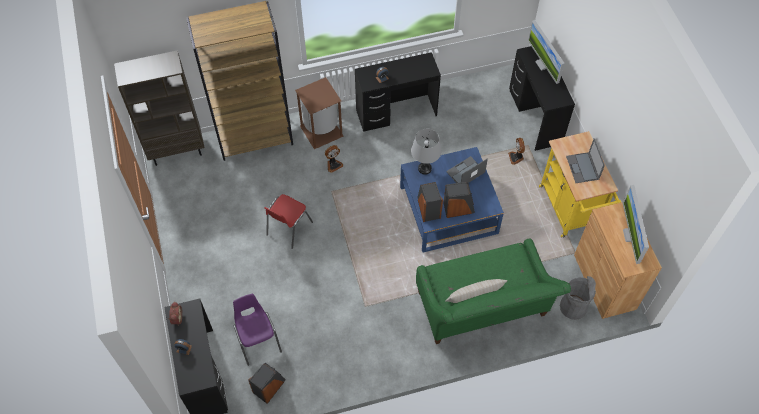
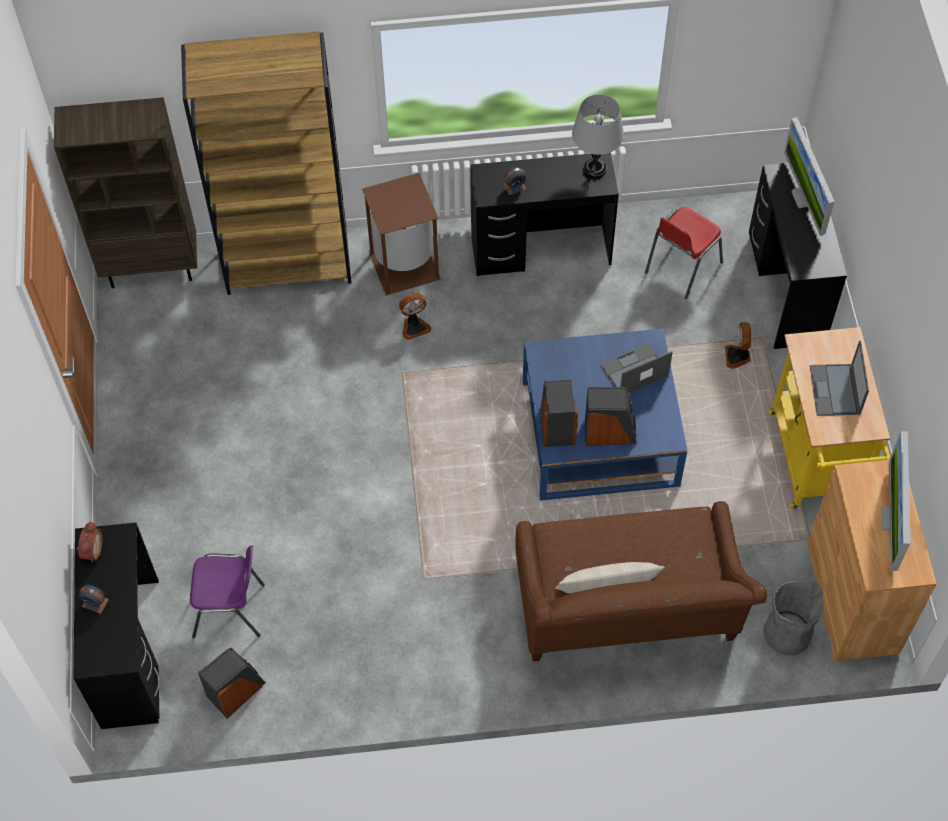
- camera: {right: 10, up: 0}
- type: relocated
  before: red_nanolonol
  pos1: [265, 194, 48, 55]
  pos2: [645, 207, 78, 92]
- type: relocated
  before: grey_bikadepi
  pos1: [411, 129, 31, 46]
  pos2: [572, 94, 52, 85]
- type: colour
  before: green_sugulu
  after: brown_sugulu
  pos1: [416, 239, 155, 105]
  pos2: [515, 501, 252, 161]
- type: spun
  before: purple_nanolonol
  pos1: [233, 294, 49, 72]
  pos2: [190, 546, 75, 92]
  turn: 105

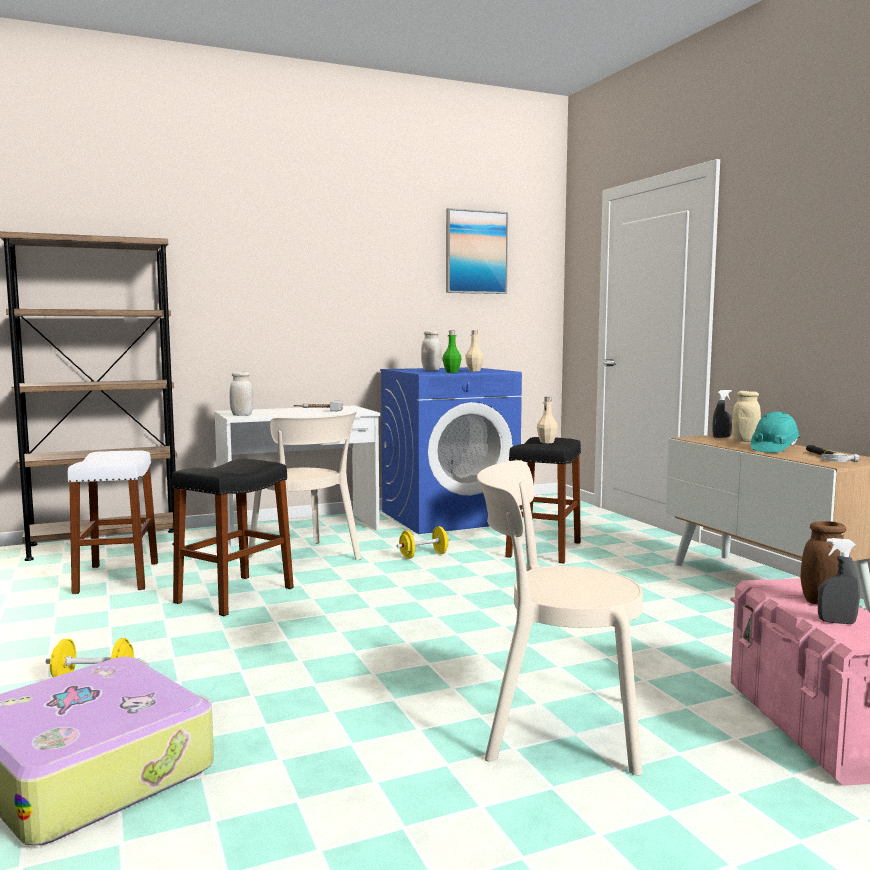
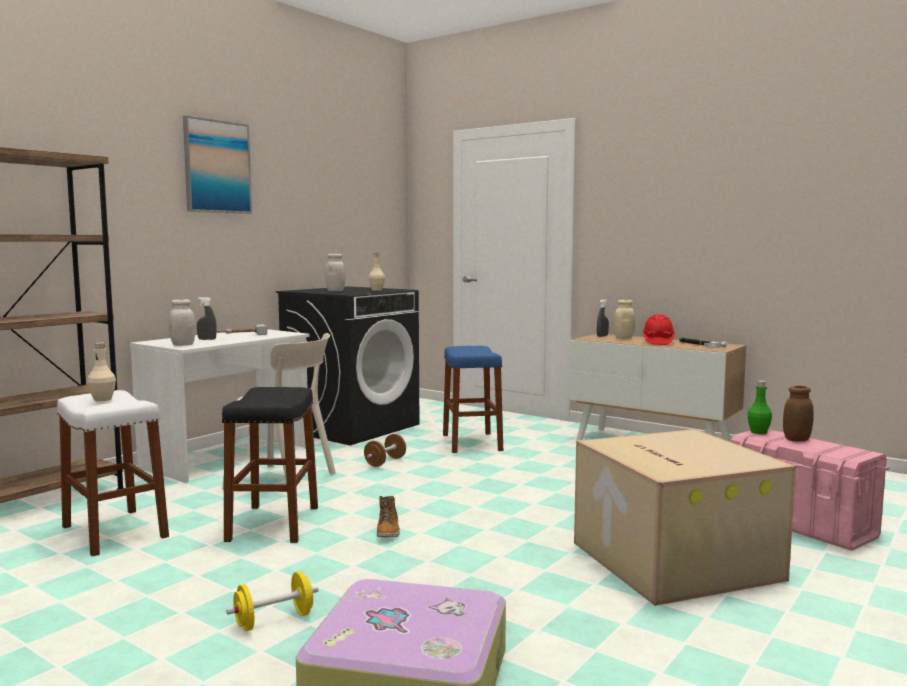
- camera: {right: -30, up: 0}
- type: appeared
  after: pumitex
  pos2: [377, 496, 23, 41]
- type: relocated
  before: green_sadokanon
  pos1: [443, 331, 19, 42]
  pos2: [748, 380, 24, 54]
- type: relocated
  before: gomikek
  pos1: [446, 208, 62, 86]
  pos2: [183, 115, 69, 99]
- type: relocated
  before: beige_sadokanon
  pos1: [537, 397, 21, 46]
  pos2: [87, 342, 29, 59]
- type: relocated
  before: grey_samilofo
  pos1: [818, 538, 42, 86]
  pos2: [197, 297, 20, 43]
- type: exchanged
  before: beige_nanolonol
  after: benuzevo
  pos1: [477, 460, 166, 316]
  pos2: [574, 429, 222, 177]
- type: colour
  before: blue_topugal
  after: black_topugal
  pos1: [380, 367, 142, 167]
  pos2: [276, 286, 143, 160]
- type: colour
  before: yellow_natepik
  after: brown_natepik
  pos1: [397, 526, 53, 33]
  pos2: [364, 434, 42, 33]
- type: colour
  before: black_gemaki
  after: blue_gemaki
  pos1: [505, 437, 76, 127]
  pos2: [443, 346, 60, 107]
- type: colour
  before: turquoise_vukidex
  after: red_vukidex
  pos1: [751, 412, 50, 41]
  pos2: [642, 314, 33, 31]

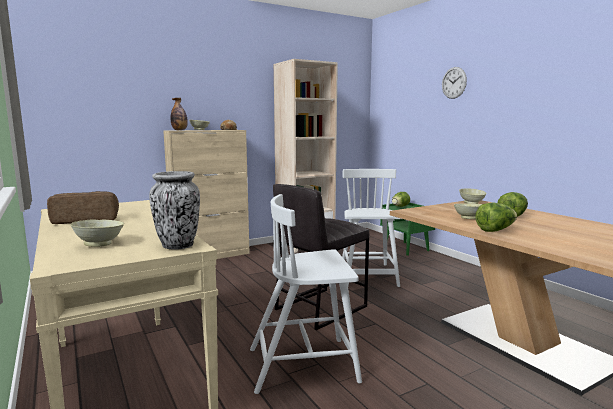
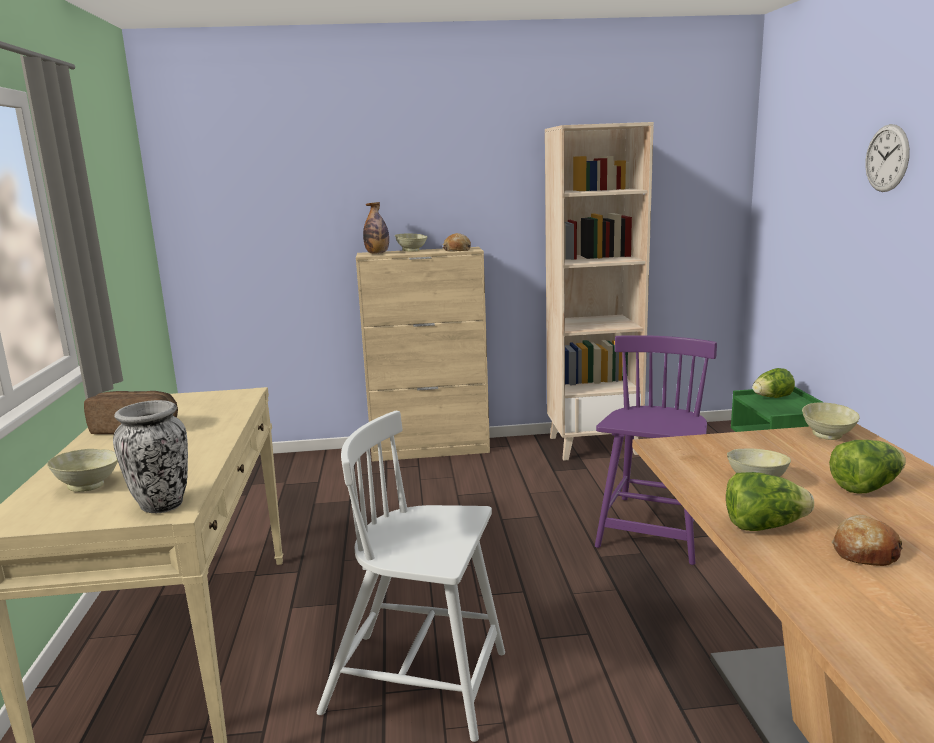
- camera: {right: 25, up: 5}
- type: missing
  before: grey_gemaki
  pos1: [273, 184, 96, 146]
- type: appeared
  after: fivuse
  pos2: [832, 515, 71, 51]
- type: colour
  before: white_nanolonol
  after: purple_nanolonol
  pos1: [342, 169, 59, 118]
  pos2: [595, 335, 122, 230]

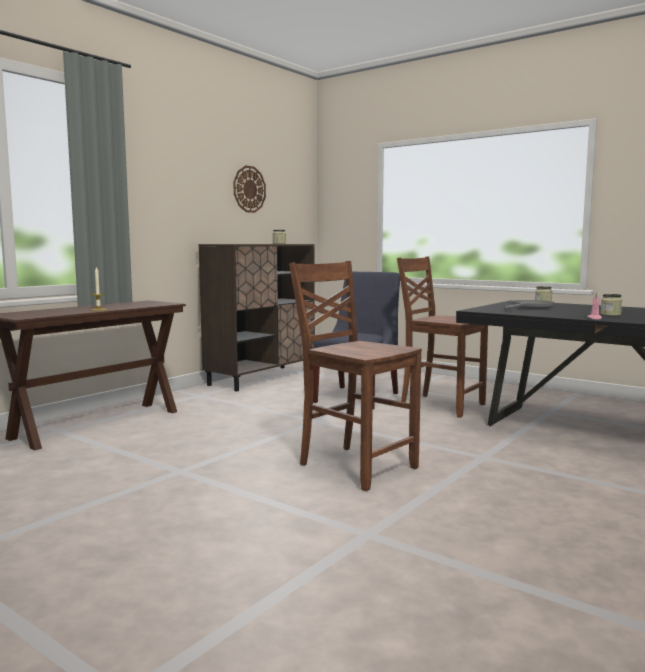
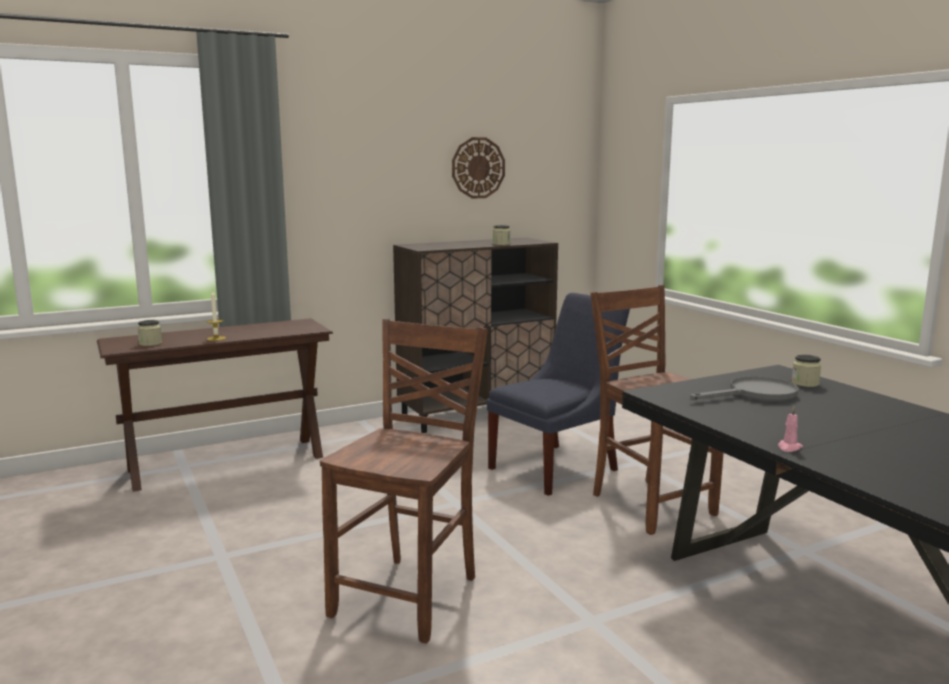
- camera: {right: 25, up: 5}
- type: relocated
  before: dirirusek
  pos1: [600, 294, 22, 22]
  pos2: [137, 320, 25, 26]
- type: spun
  before: brown_nanolonol
  pos1: [289, 261, 133, 230]
  pos2: [320, 319, 168, 325]
  turn: 45

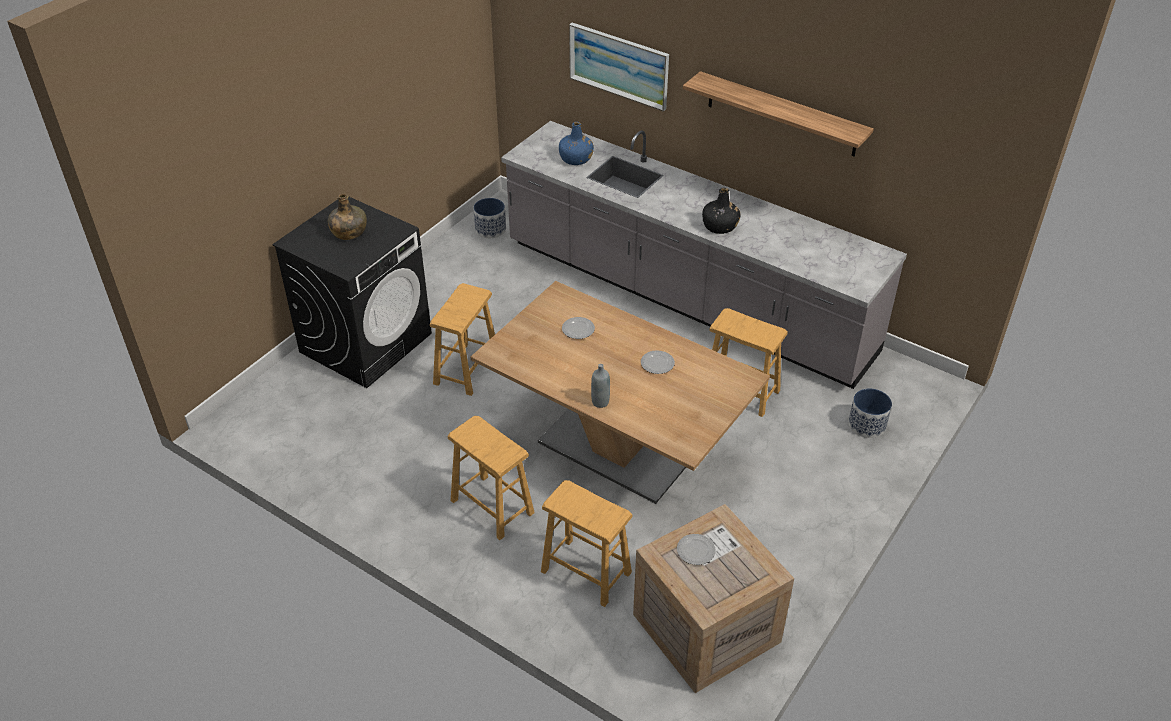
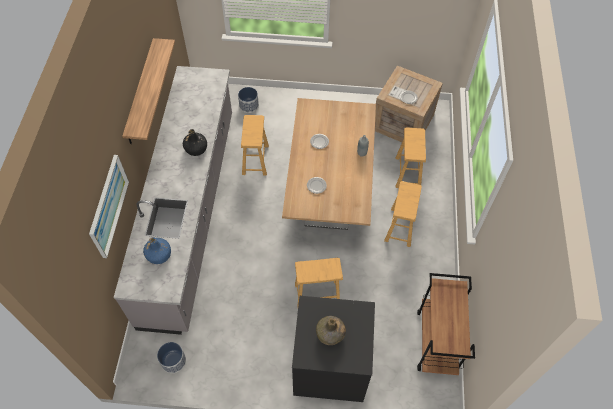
- camera: {right: -120, up: 15}
- type: appeared
  after: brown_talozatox
  pos2: [417, 273, 58, 102]

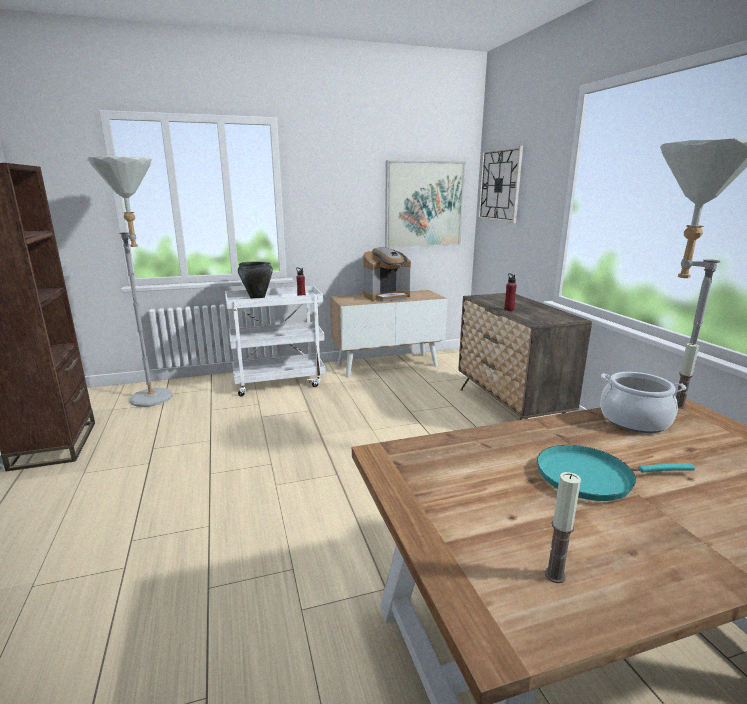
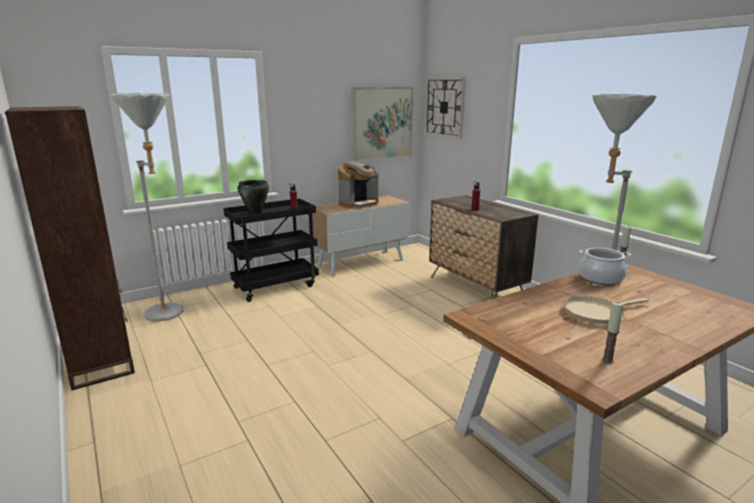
- camera: {right: -15, up: 0}
- type: colour
  before: white_talozatox
  after: black_talozatox
  pos1: [225, 286, 101, 110]
  pos2: [223, 198, 96, 104]
- type: colour
  before: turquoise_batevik
  after: beige_batevik
  pos1: [537, 445, 158, 56]
  pos2: [563, 296, 86, 28]

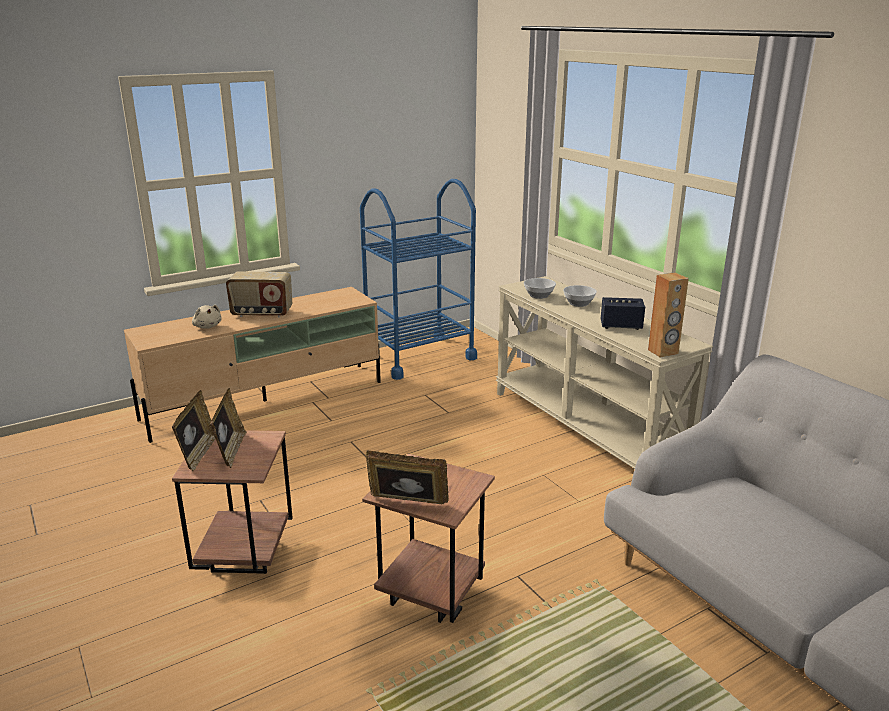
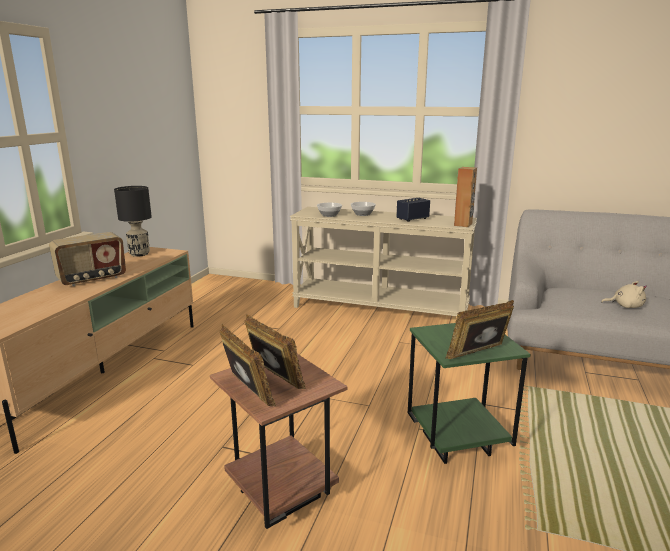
- camera: {right: -40, up: -5}
- type: missing
  before: blue_talozatox
  pos1: [360, 179, 117, 201]
- type: appeared
  after: black_bikadepi
  pos2: [114, 186, 38, 71]
- type: relocated
  before: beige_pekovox
  pos1: [192, 305, 30, 24]
  pos2: [601, 281, 46, 27]
- type: colour
  before: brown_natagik
  after: green_natagik
  pos1: [362, 454, 133, 169]
  pos2: [408, 323, 123, 141]

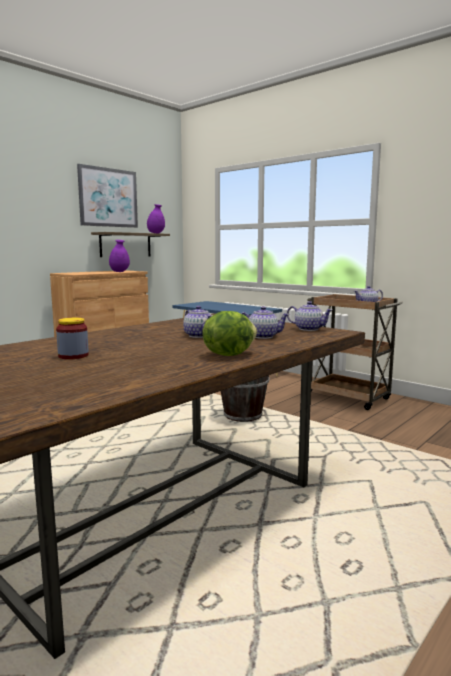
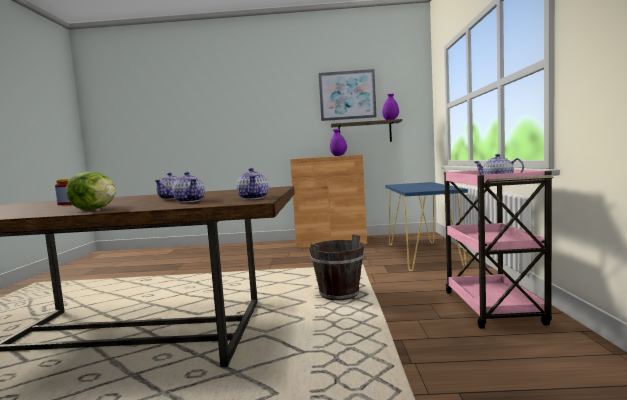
- camera: {right: 50, up: -5}
- type: colour
  before: brown_talozatox
  after: pink_talozatox
  pos1: [307, 294, 96, 116]
  pos2: [444, 169, 109, 160]

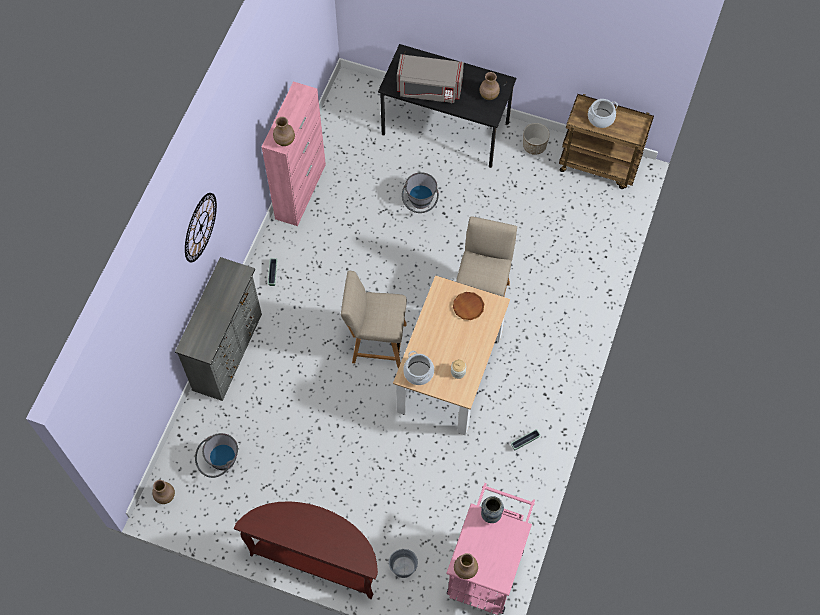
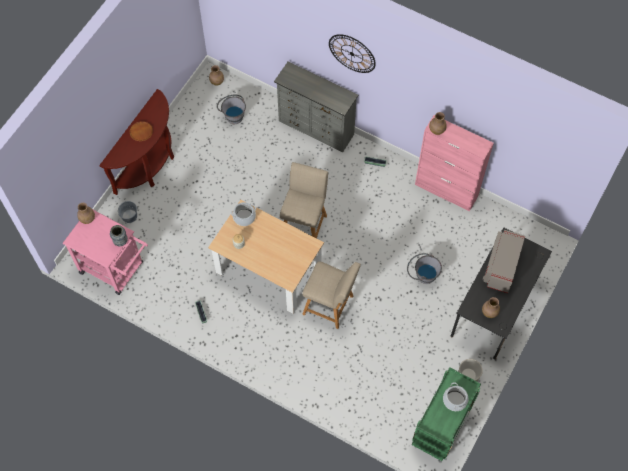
- camera: {right: 100, up: 0}
- type: relocated
  before: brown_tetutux
  pos1: [453, 292, 31, 28]
  pos2: [129, 121, 24, 20]
- type: colour
  before: brown_talozatox
  after: green_talozatox
  pos1: [559, 94, 95, 95]
  pos2: [412, 367, 69, 94]

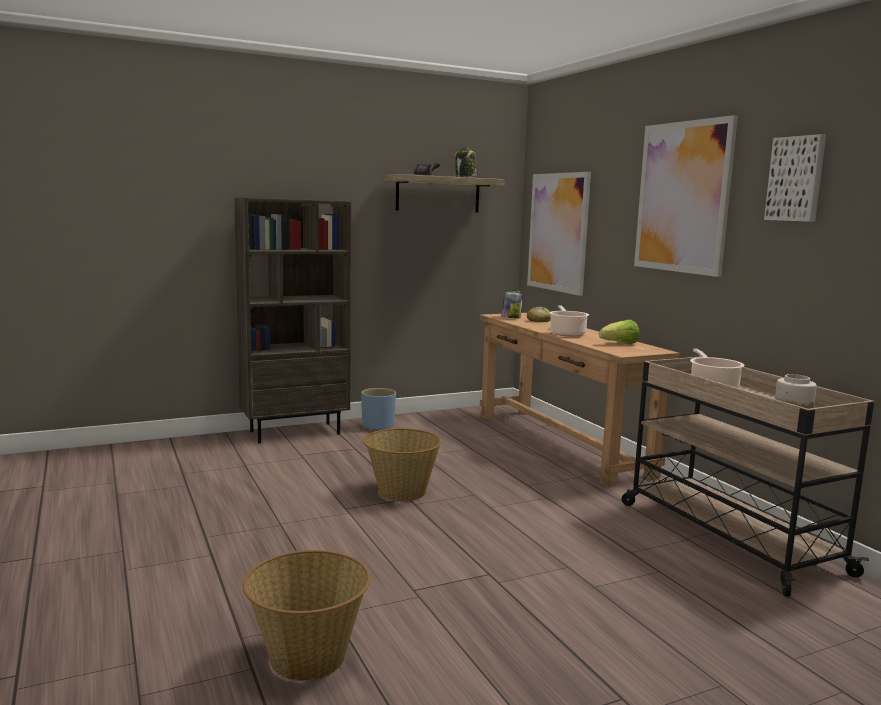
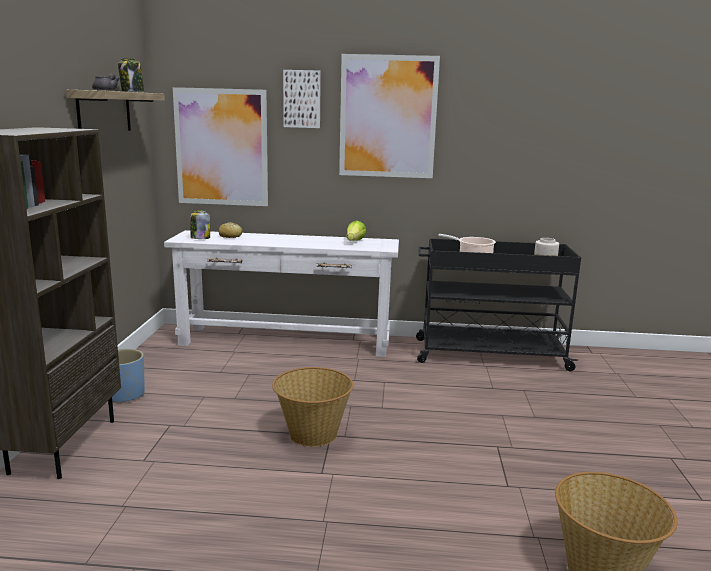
- camera: {right: -60, up: 5}
- type: missing
  before: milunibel
  pos1: [549, 305, 40, 32]
- type: relocated
  before: gomikek
  pos1: [764, 134, 62, 88]
  pos2: [283, 70, 38, 58]
- type: colour
  before: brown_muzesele
  after: white_muzesele
  pos1: [480, 313, 200, 174]
  pos2: [164, 230, 235, 127]
- type: colour
  before: beige_talozatox
  after: black_talozatox
  pos1: [622, 356, 252, 241]
  pos2: [416, 238, 165, 133]

